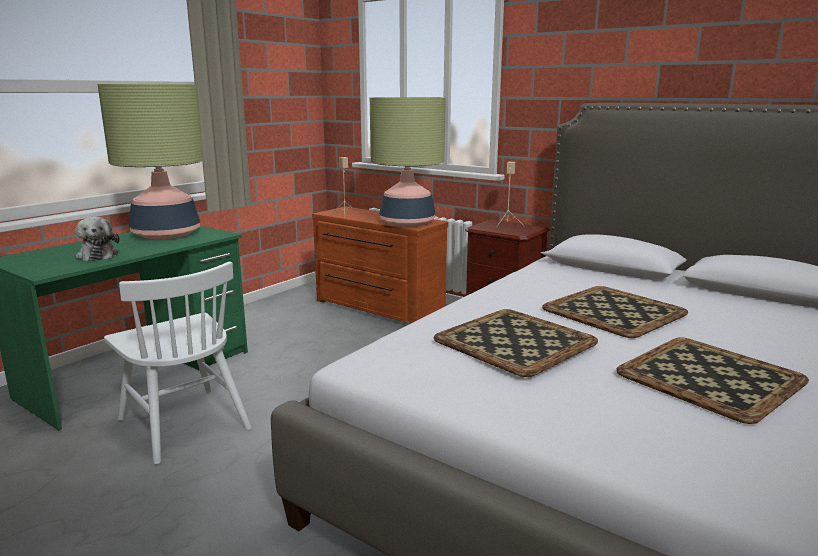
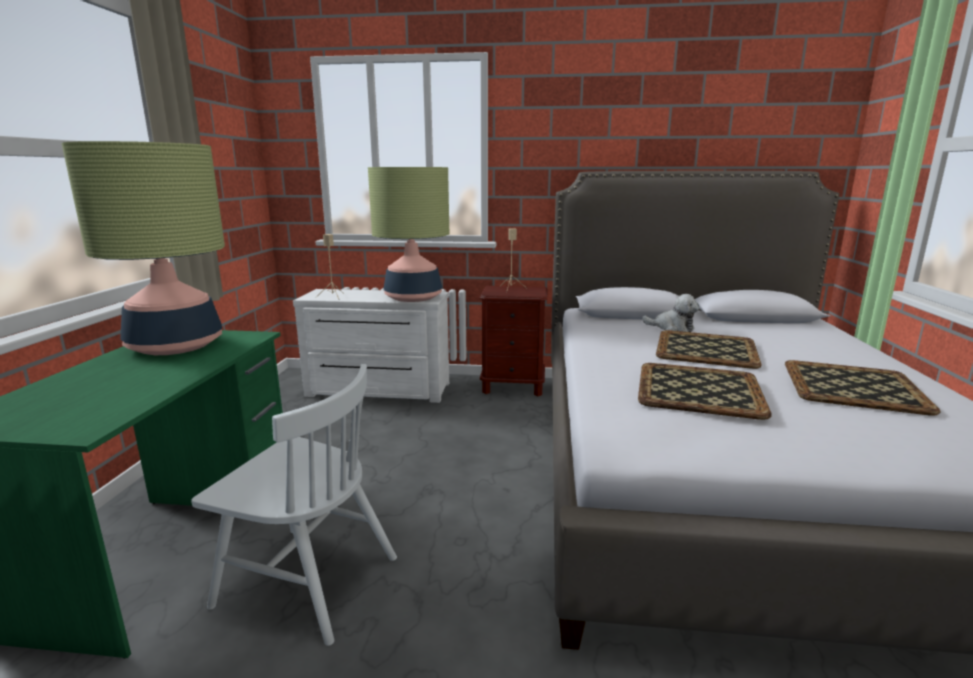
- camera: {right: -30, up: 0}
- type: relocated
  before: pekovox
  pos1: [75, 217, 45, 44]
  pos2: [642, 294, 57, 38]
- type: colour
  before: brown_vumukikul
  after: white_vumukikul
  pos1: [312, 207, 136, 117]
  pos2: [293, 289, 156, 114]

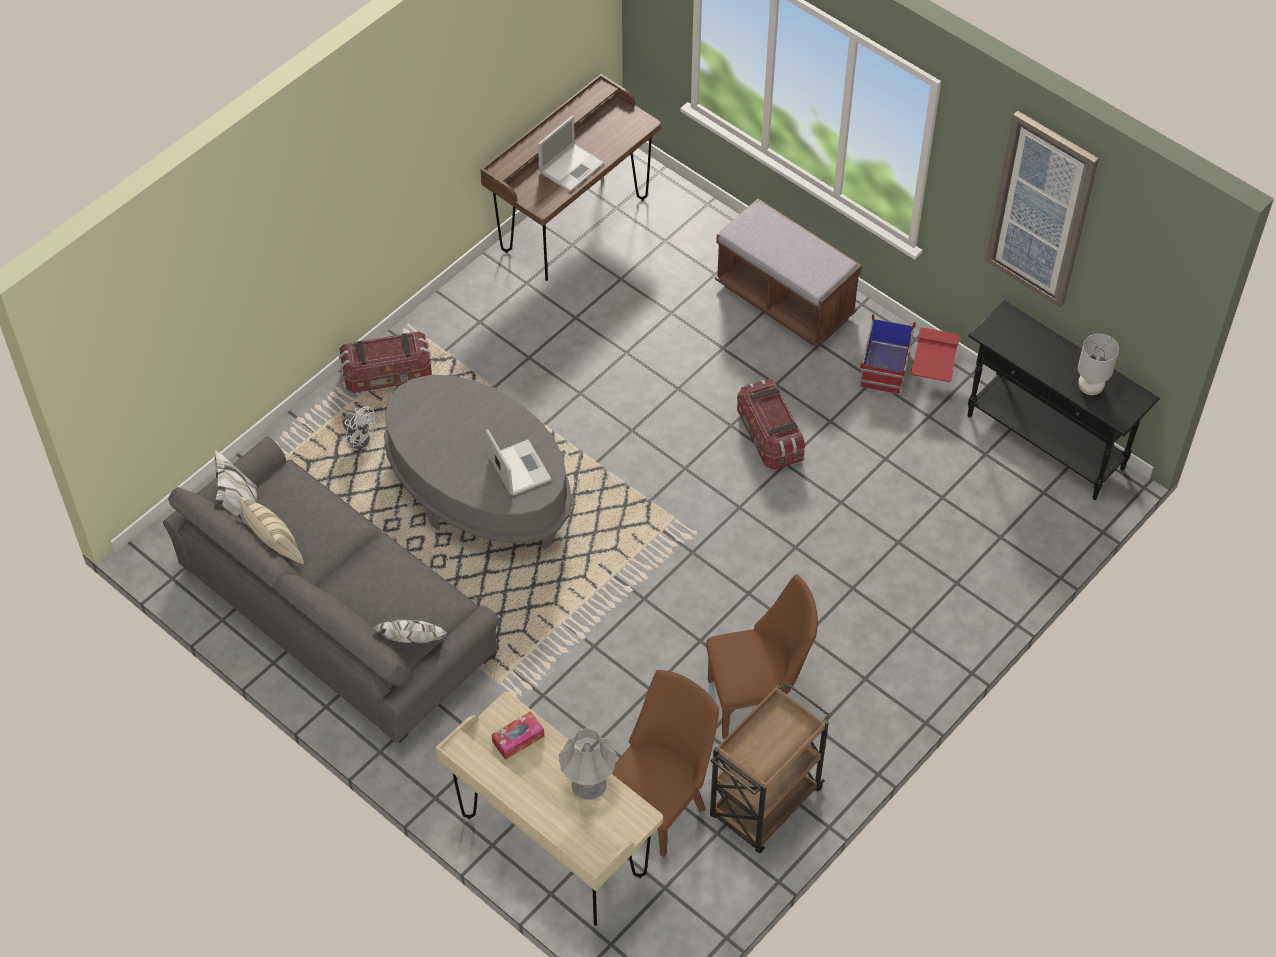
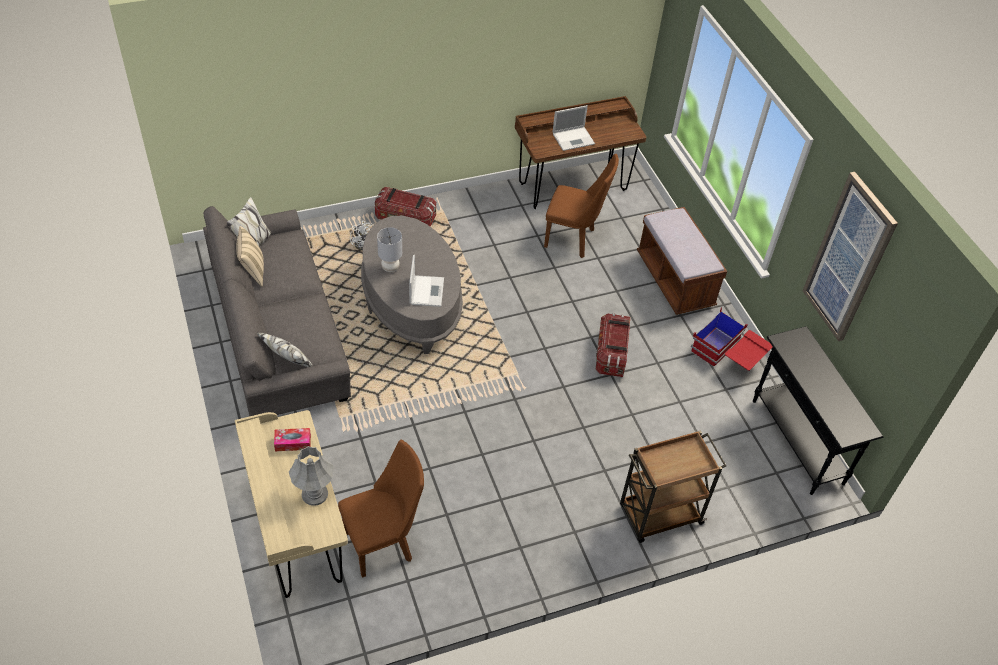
- camera: {right: 25, up: -5}
- type: relocated
  before: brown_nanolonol
  pos1: [706, 574, 112, 165]
  pos2: [544, 154, 75, 104]
- type: relocated
  before: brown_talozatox
  pos1: [710, 683, 121, 170]
  pos2: [620, 430, 106, 113]
- type: relocated
  before: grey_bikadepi
  pos1: [1078, 334, 41, 61]
  pos2: [377, 227, 25, 45]

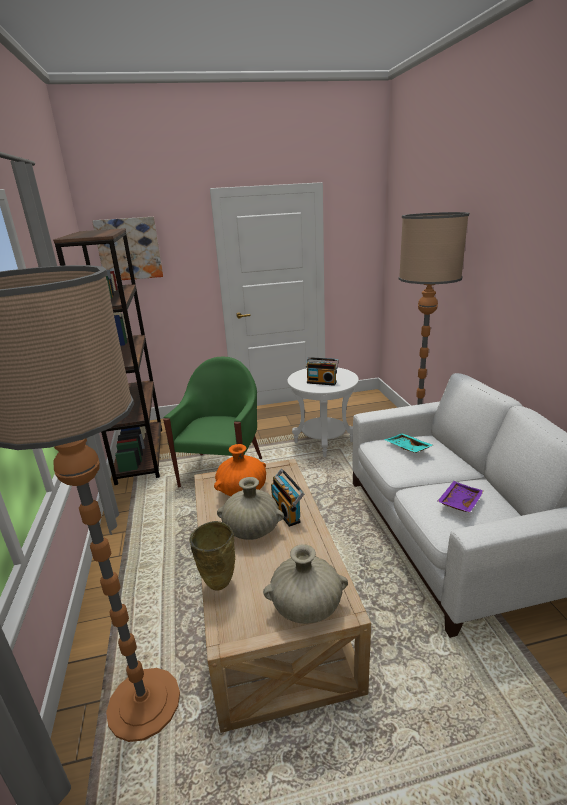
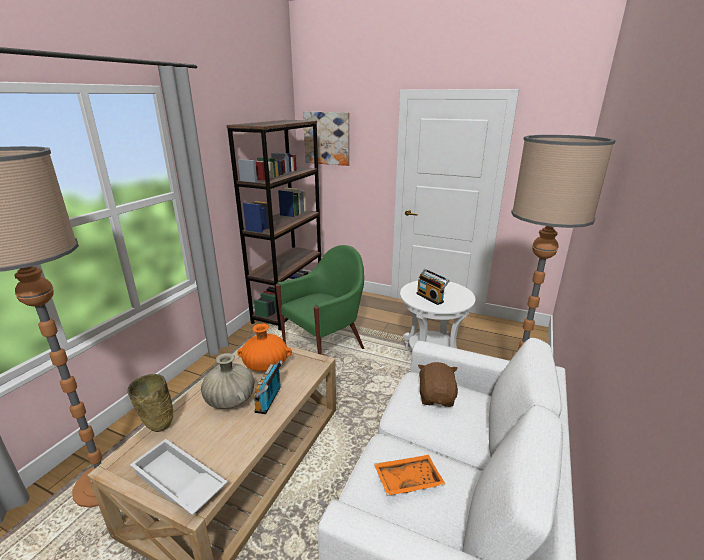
- camera: {right: 35, up: 0}
- type: exchanged
  before: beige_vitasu
  after: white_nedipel
  pos1: [263, 544, 85, 80]
  pos2: [130, 439, 98, 76]
- type: exchanged
  before: turquoise_nedipel
  after: brown_pekovox
  pos1: [384, 433, 49, 20]
  pos2: [418, 362, 40, 45]
- type: colour
  before: purple_nedipel
  after: orange_nedipel
  pos1: [437, 481, 47, 32]
  pos2: [374, 455, 72, 41]

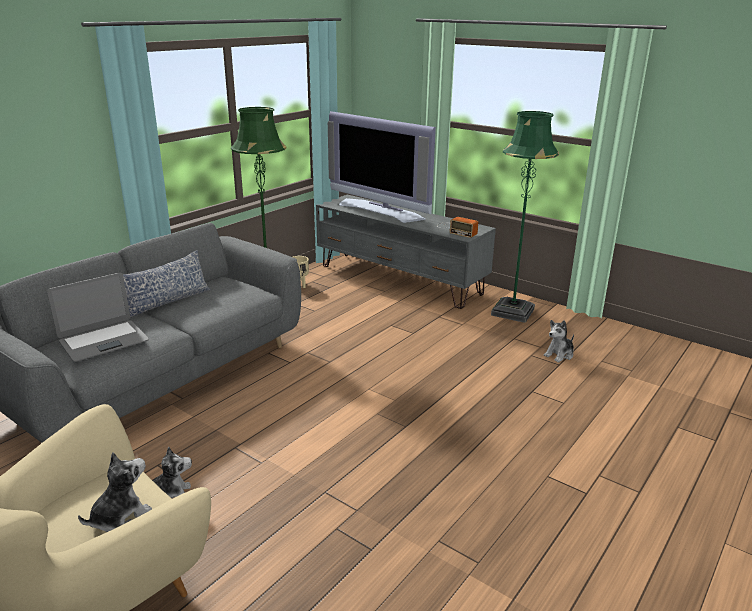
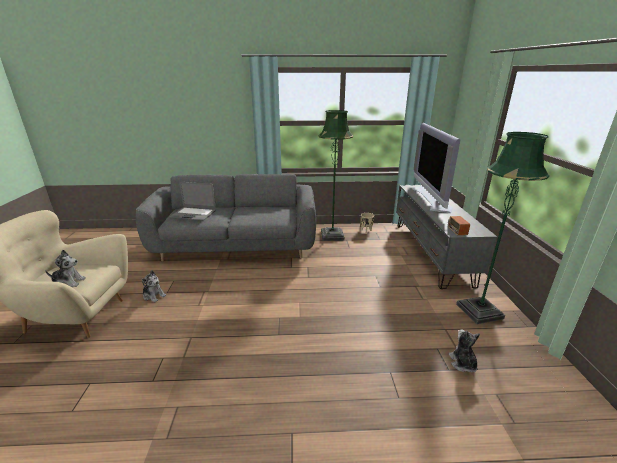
- camera: {right: 50, up: 0}
- type: missing
  before: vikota
  pos1: [123, 250, 88, 67]
- type: spun
  before: pekovox
  pos1: [544, 320, 30, 43]
  pos2: [448, 329, 32, 43]
  turn: 75

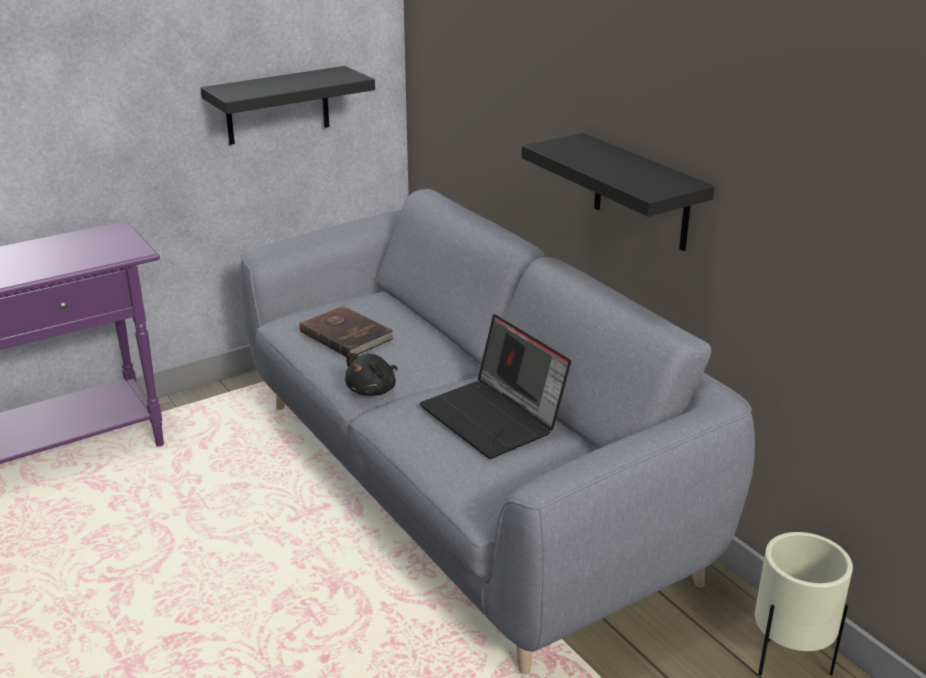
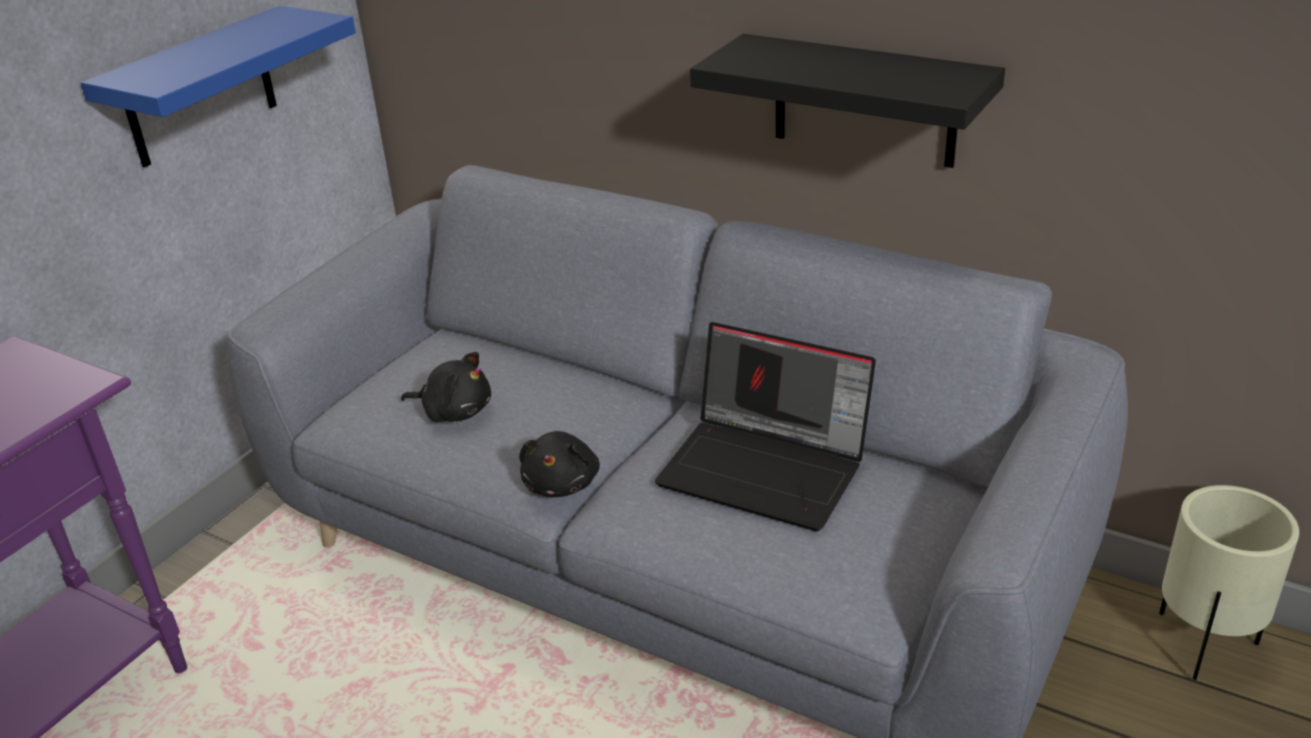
- camera: {right: -25, up: 5}
- type: exchanged
  before: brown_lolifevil
  after: black_pekovox
  pos1: [299, 306, 95, 51]
  pos2: [401, 352, 90, 70]
- type: colour
  before: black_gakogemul
  after: blue_gakogemul
  pos1: [201, 66, 174, 79]
  pos2: [80, 6, 276, 161]

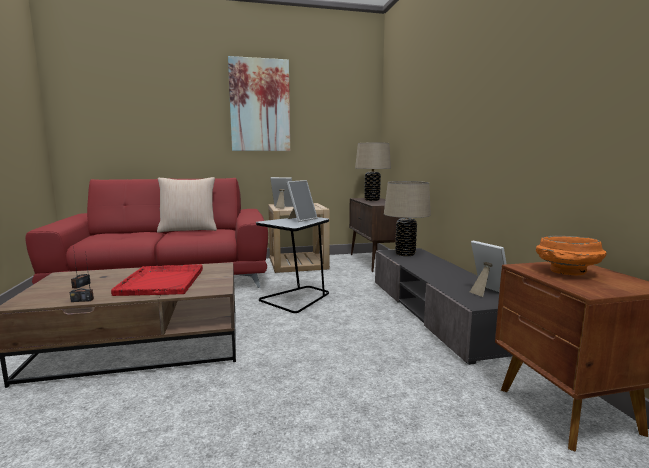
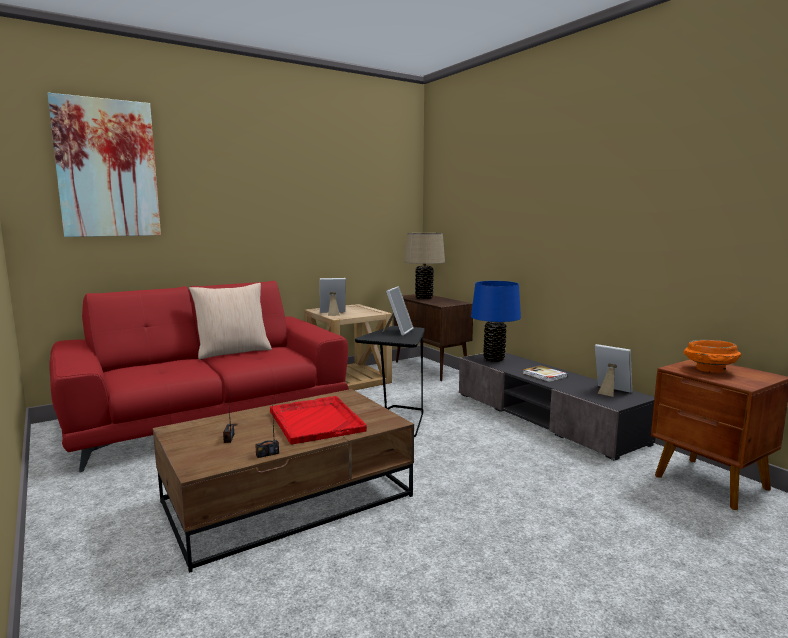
- camera: {right: -20, up: 0}
- type: appeared
  after: lolifevil
  pos2: [523, 366, 45, 16]
- type: relocated
  before: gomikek
  pos1: [228, 56, 62, 95]
  pos2: [47, 93, 114, 144]
- type: colour
  before: beige_bikadepi
  after: blue_bikadepi
  pos1: [384, 181, 47, 75]
  pos2: [471, 281, 50, 81]

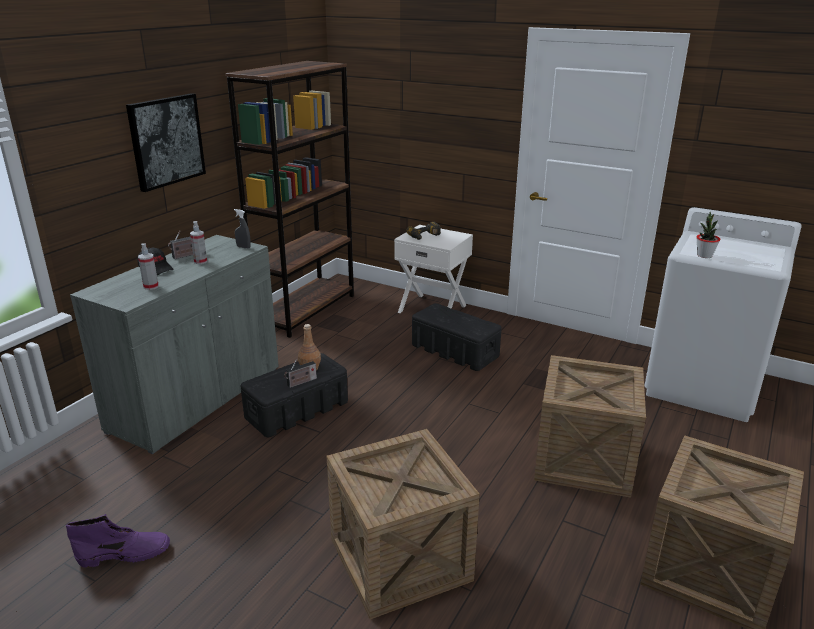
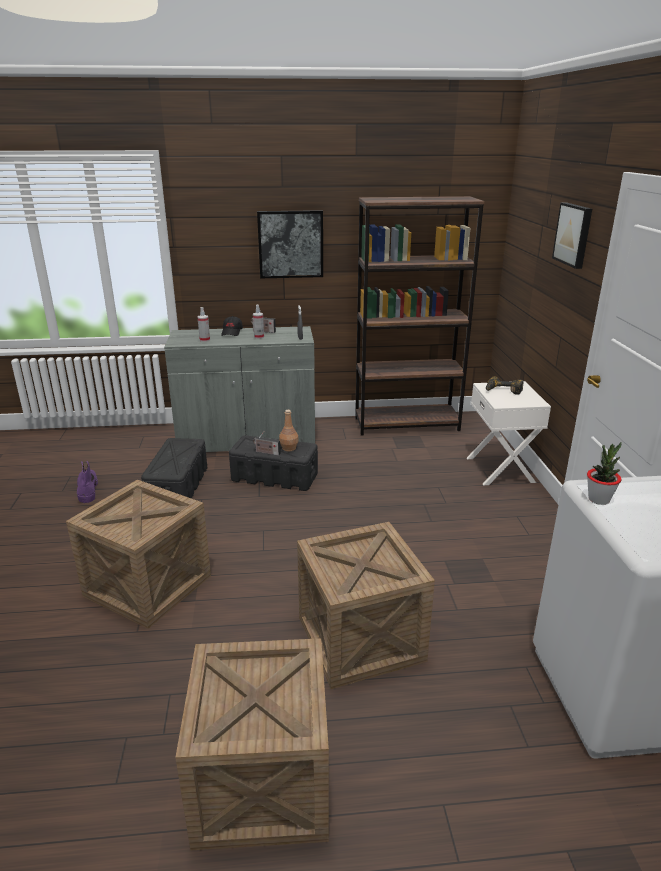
- camera: {right: 55, up: 0}
- type: appeared
  after: gomikek
  pos2: [552, 202, 40, 67]
- type: relocated
  before: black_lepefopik
  pos1: [412, 303, 90, 68]
  pos2: [141, 438, 66, 61]
- type: spun
  before: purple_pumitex
  pos1: [66, 514, 104, 54]
  pos2: [77, 461, 21, 42]
  turn: -150

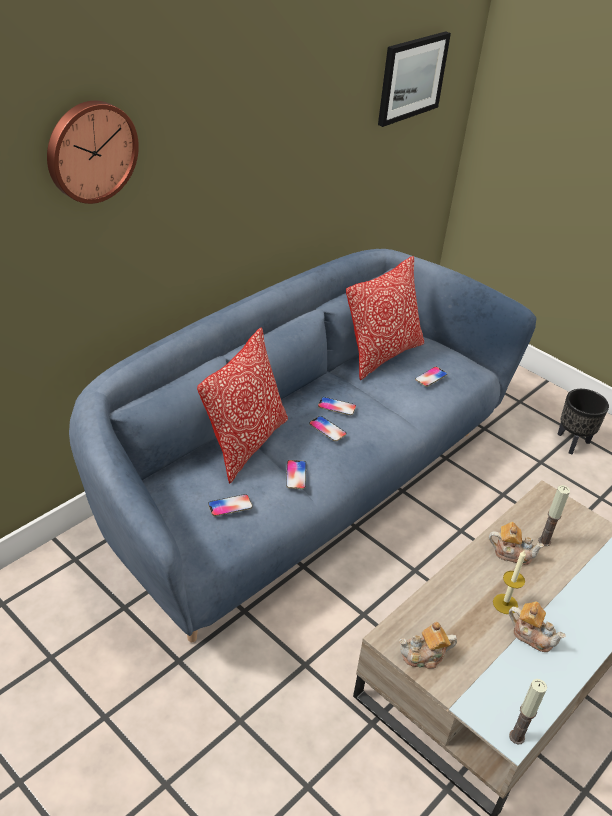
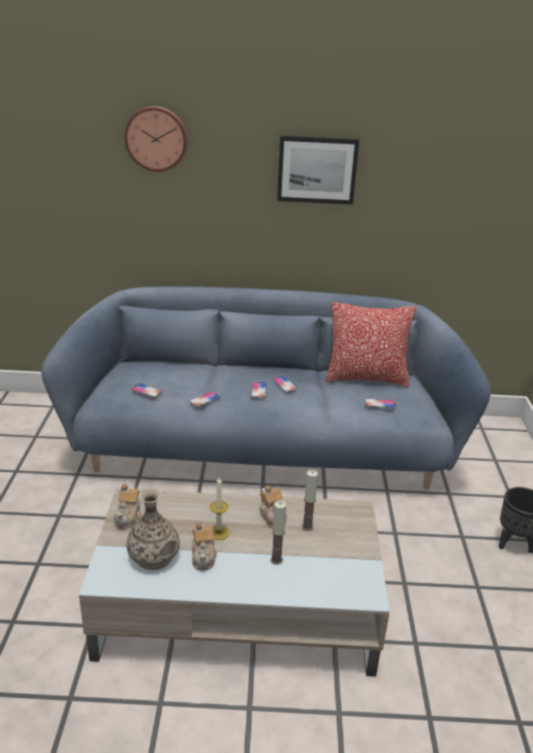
- camera: {right: 50, up: -10}
- type: missing
  before: vikota
  pos1: [197, 327, 91, 157]
- type: appeared
  after: vitasu
  pos2: [126, 487, 54, 83]
- type: relocated
  before: gomikek
  pos1: [378, 31, 73, 96]
  pos2: [277, 135, 82, 70]
- type: relocated
  before: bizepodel
  pos1: [509, 679, 38, 65]
  pos2: [270, 501, 16, 64]
- type: spun
  before: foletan
  pos1: [399, 622, 58, 47]
  pos2: [114, 484, 28, 45]
  turn: -120

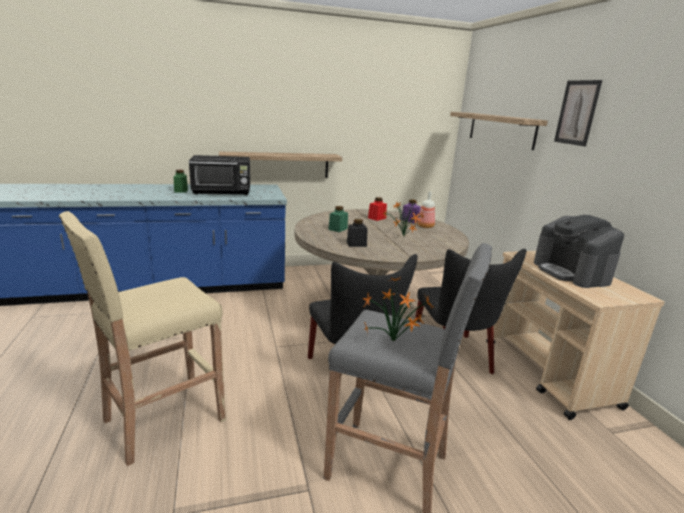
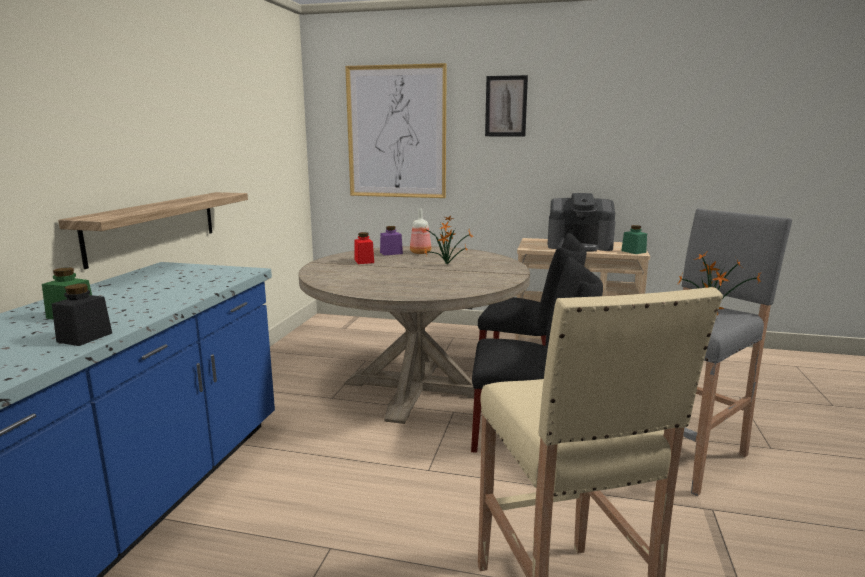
- camera: {right: -60, up: -5}
- type: missing
  before: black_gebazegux
  pos1: [189, 155, 61, 40]
- type: relocated
  before: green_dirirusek
  pos1: [328, 206, 20, 26]
  pos2: [621, 225, 26, 29]
- type: relocated
  before: black_dirirusek
  pos1: [347, 219, 20, 28]
  pos2: [52, 284, 60, 62]
- type: exchanged
  before: gakogemul
  after: gomikek
  pos1: [450, 112, 98, 38]
  pos2: [345, 63, 102, 135]

